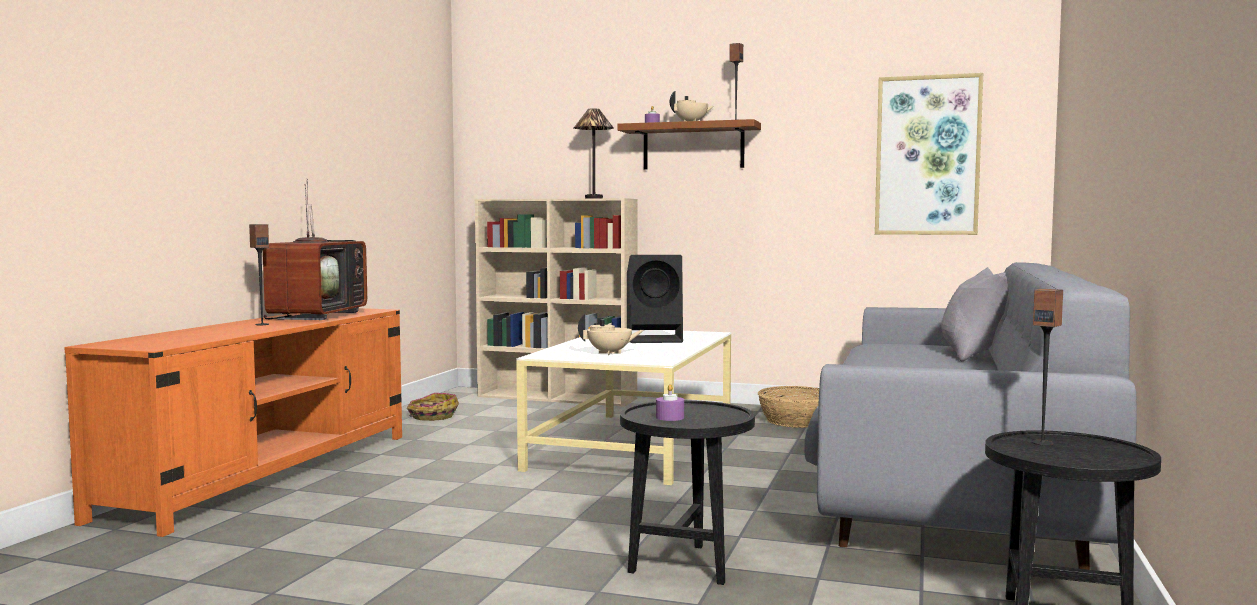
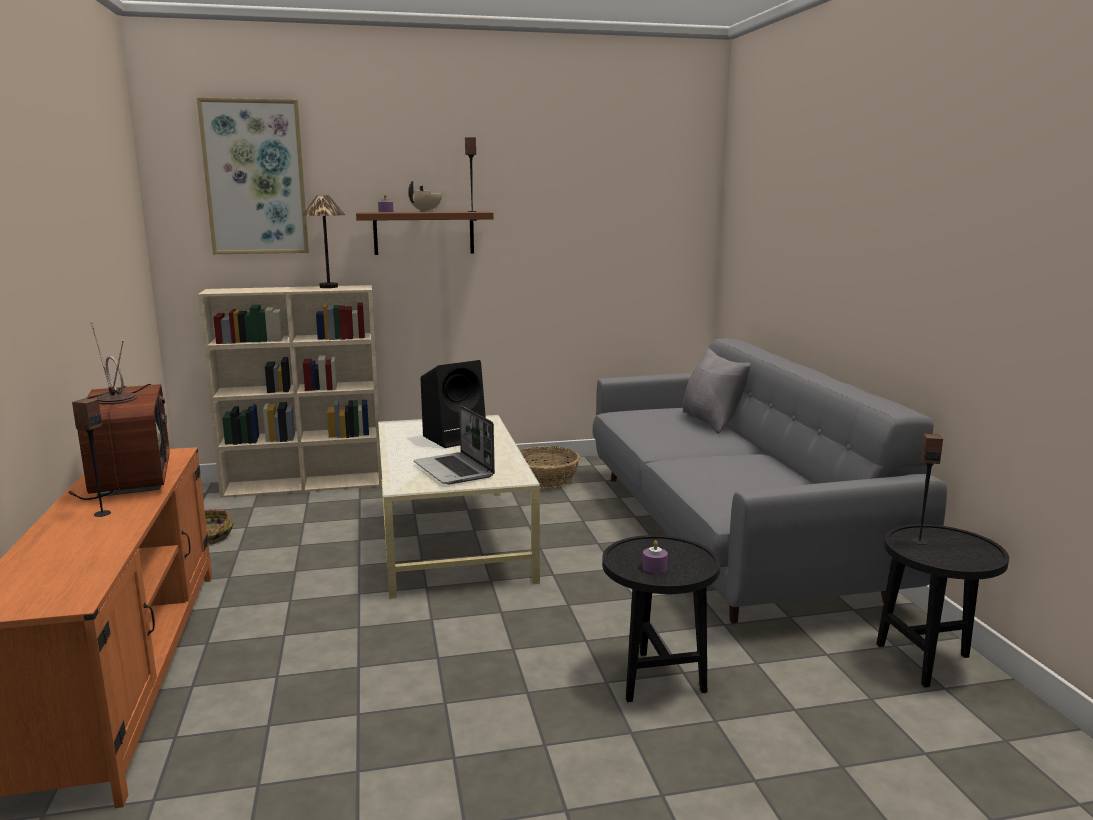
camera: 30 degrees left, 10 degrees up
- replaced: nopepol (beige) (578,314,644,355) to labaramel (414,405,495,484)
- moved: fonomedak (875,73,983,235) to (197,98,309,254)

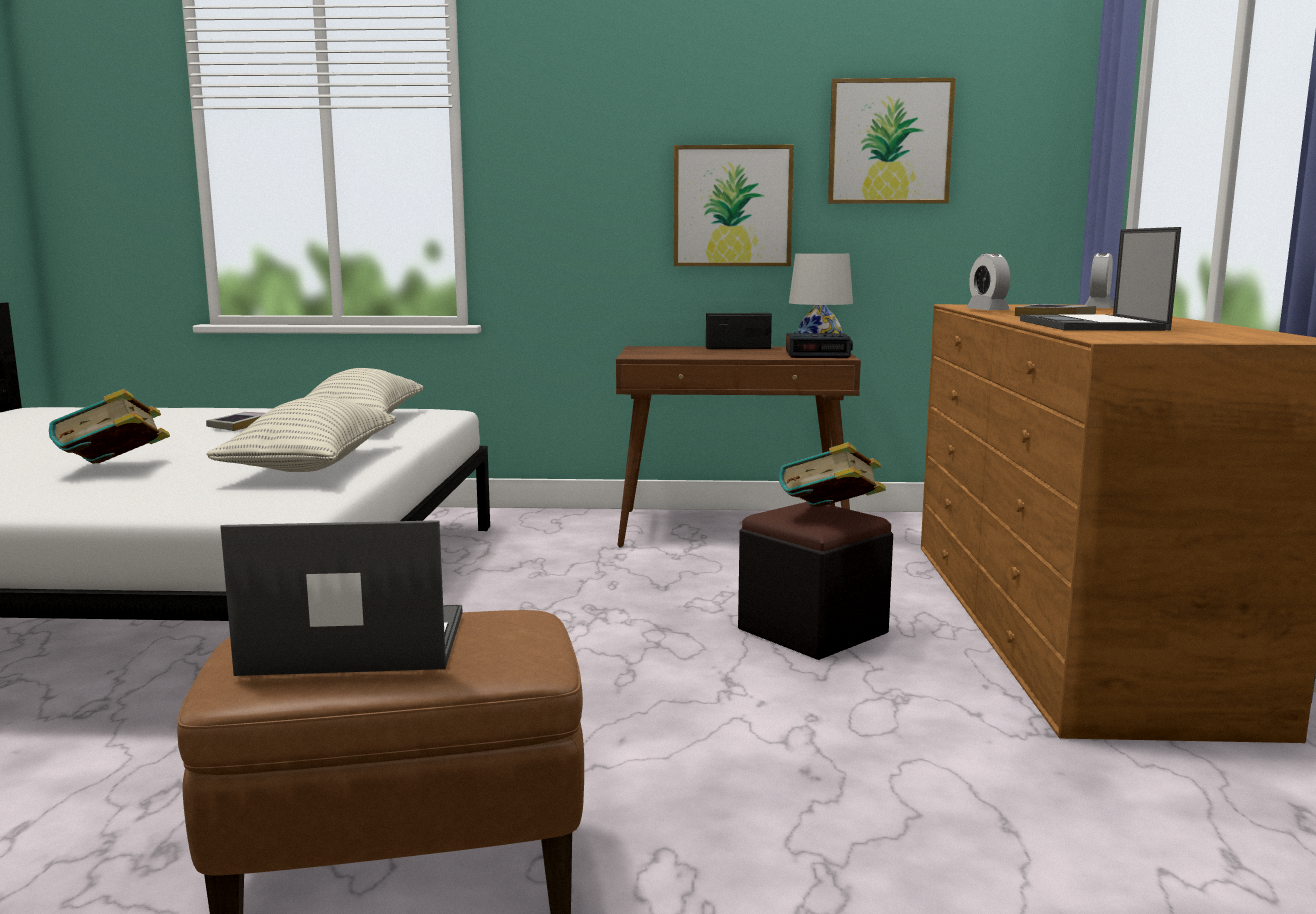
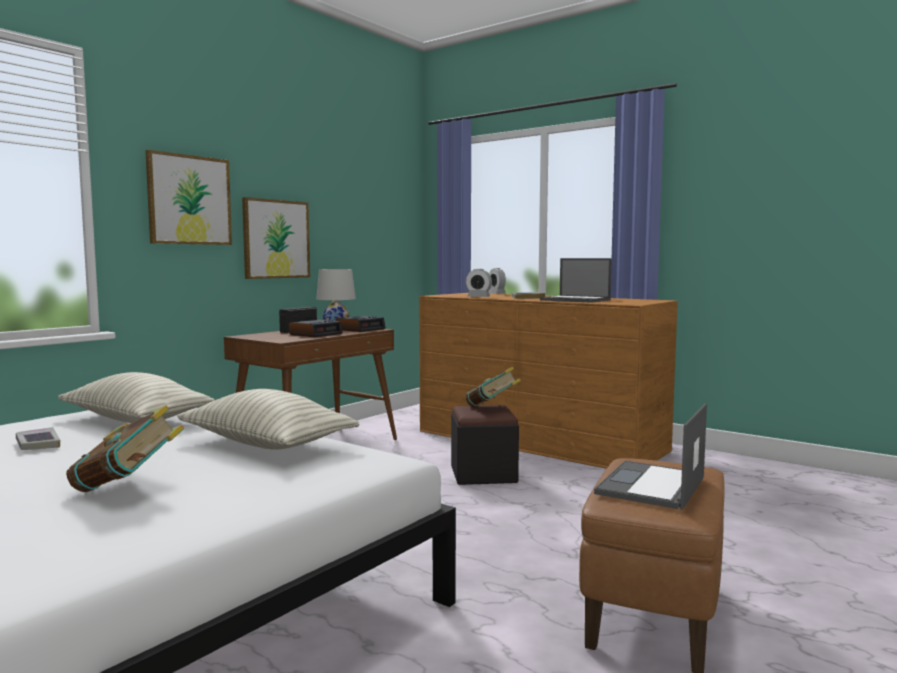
camera: 55 degrees left, 5 degrees down
- moved: fonomedak (828,78,956,204) to (145,150,232,245)
- added: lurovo (289,320,343,337)

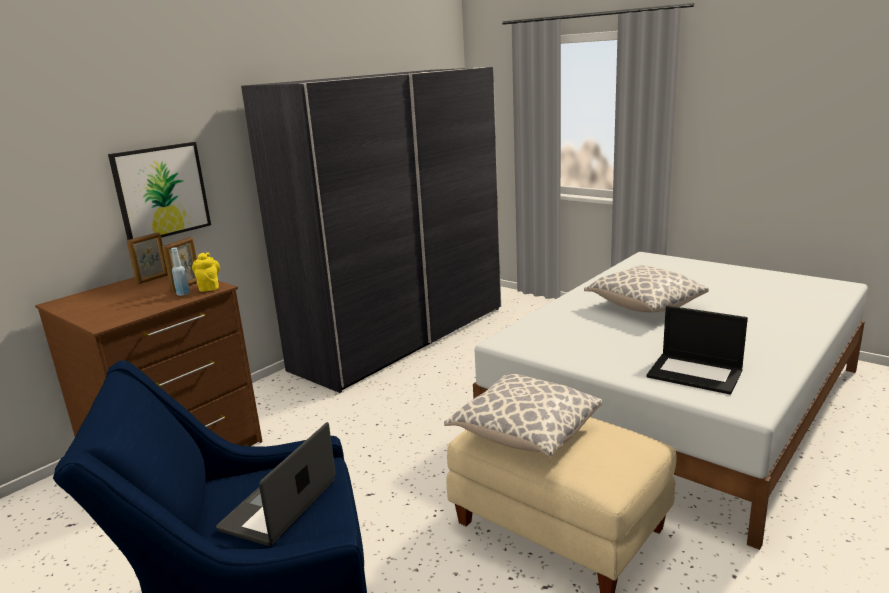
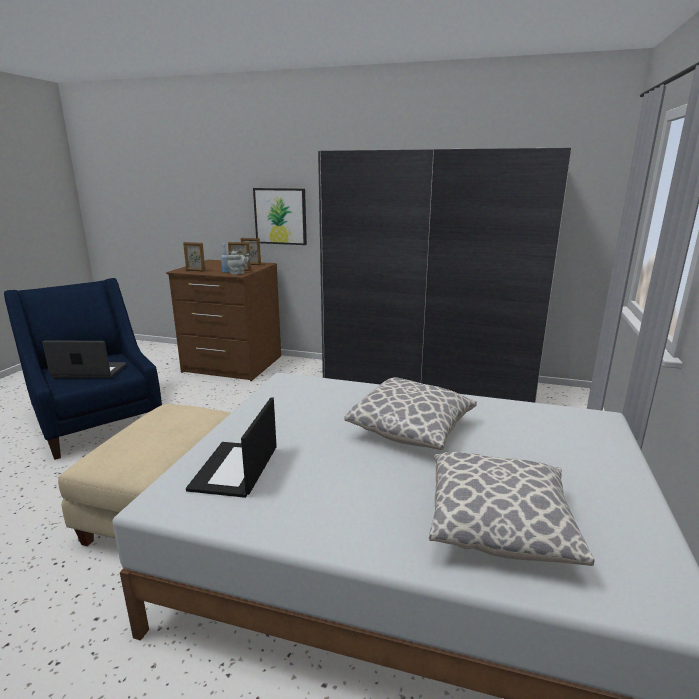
camera: 65 degrees right, 0 degrees up
- recoloured: nopepol (yellow) (192,252,220,292) to nopepol (grey) (227,251,250,275)
- moved: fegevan (444,374,602,458) to (429,451,594,566)
- added: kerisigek (183,242,205,272)

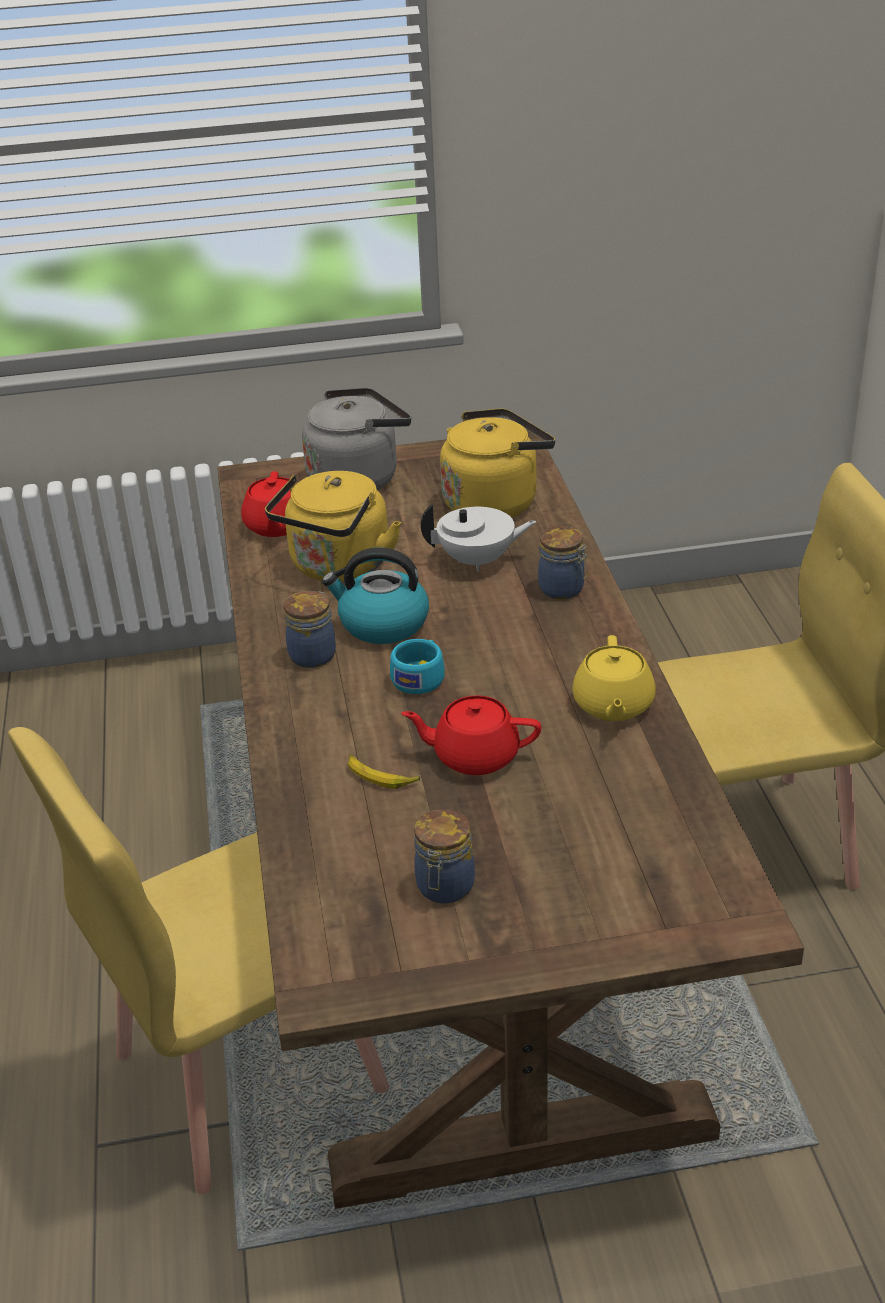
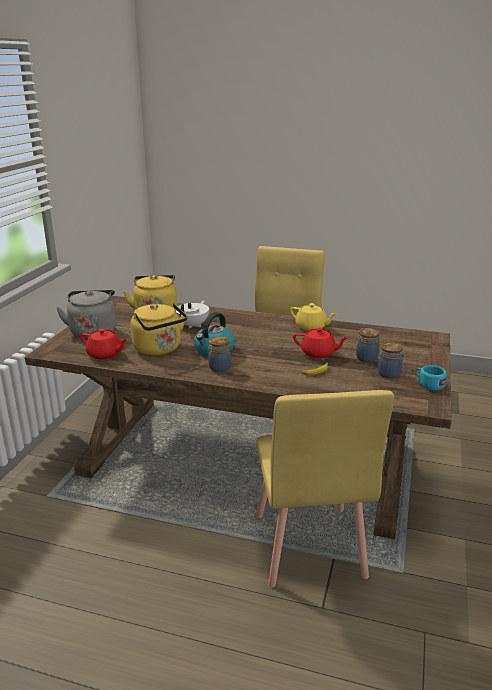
camera: 65 degrees left, 10 degrees down
- moved: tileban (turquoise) (390,639,445,694) to (416,365,447,390)
- turned: nopepol (red) (401,695,542,775) = (293,328,349,358) 105 degrees counterclockwise
- moved: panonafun (538,526,588,599) to (356,328,380,362)

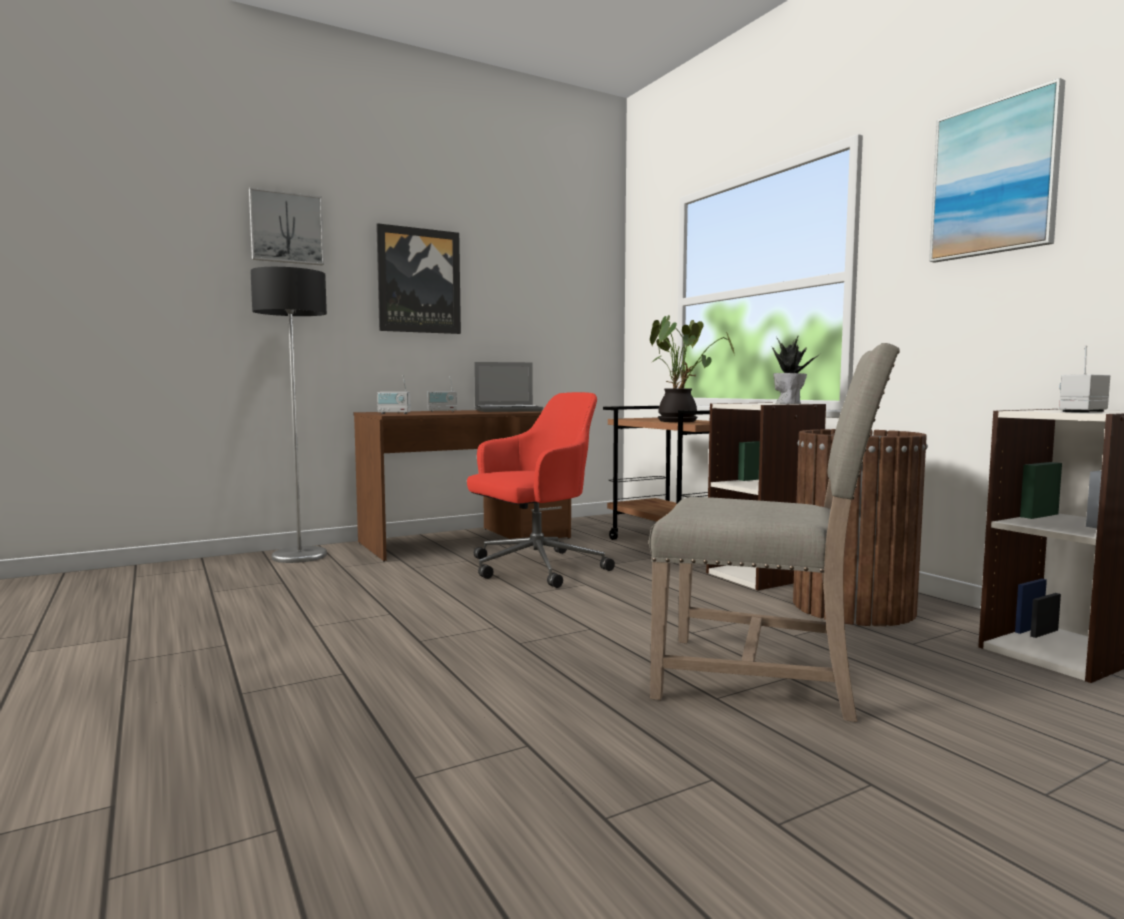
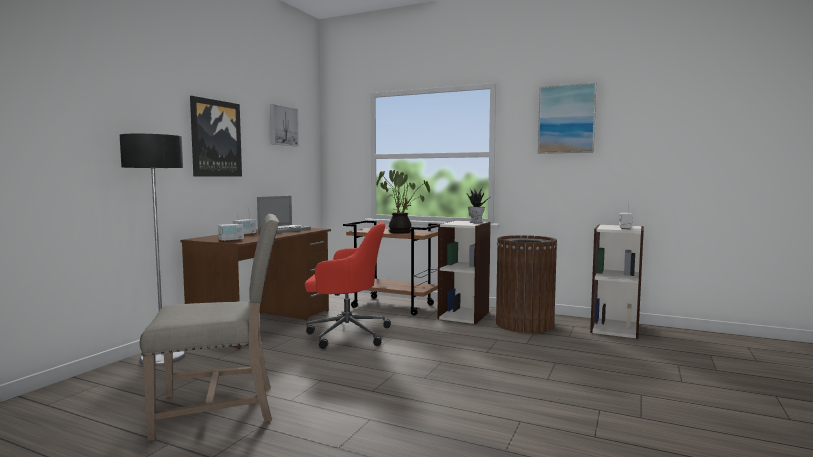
camera: 35 degrees left, 0 degrees up
- moved: fonomedak (249,187,324,265) to (270,104,299,146)
- turned: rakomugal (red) (467,392,615,588) = (305,222,391,349) 75 degrees clockwise
- moved: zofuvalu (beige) (649,343,900,722) to (140,214,280,441)

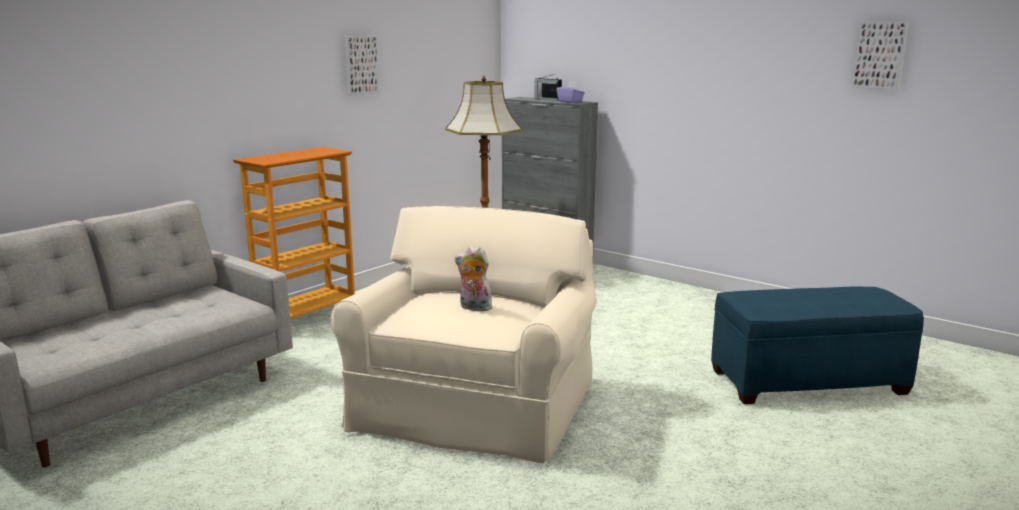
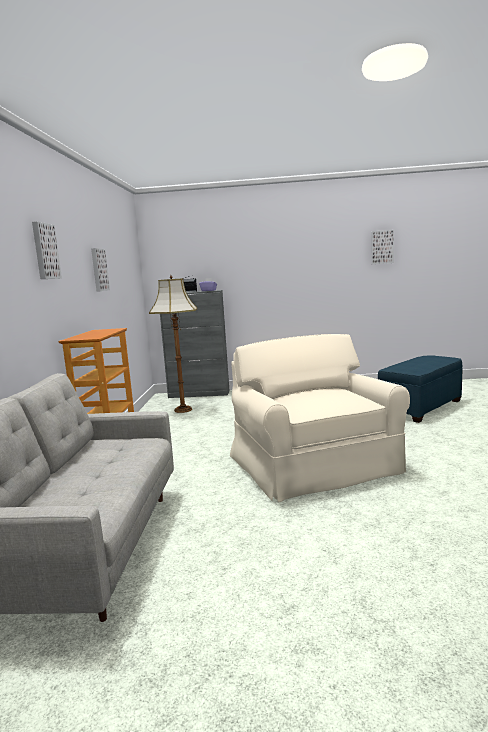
camera: 35 degrees left, 5 degrees down
- removed: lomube (455,246,495,311)
- added: fonomedak (32,221,62,279)

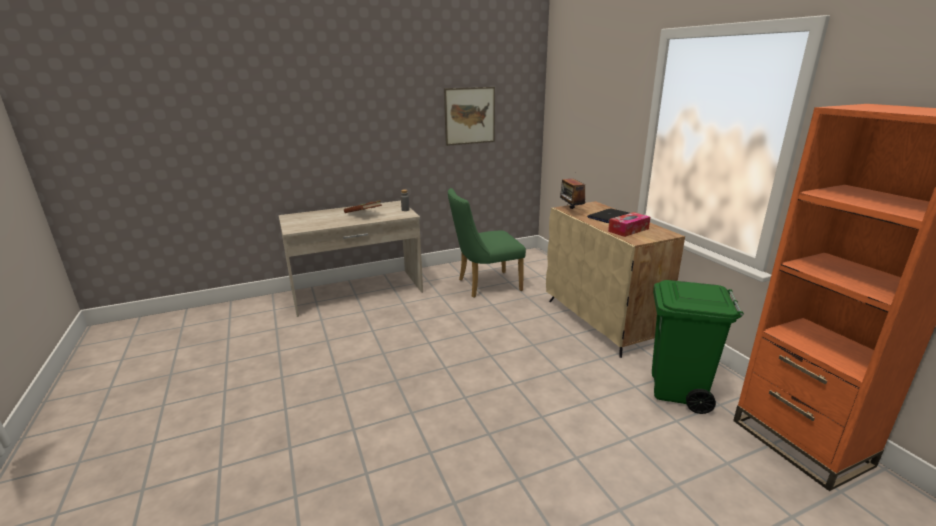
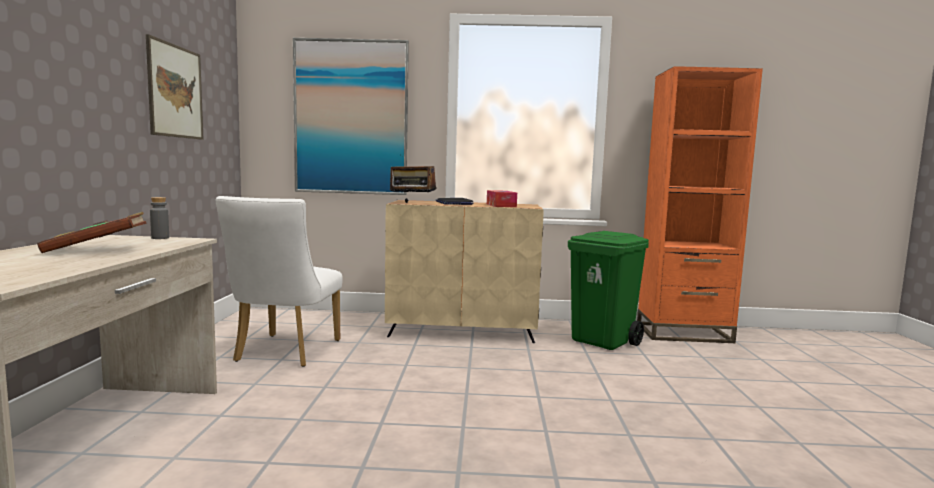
camera: 65 degrees left, 15 degrees down
- recoloured: zofuvalu (green) (448,188,526,298) to zofuvalu (white) (216,196,343,367)
- added: fonomedak (293,38,409,195)

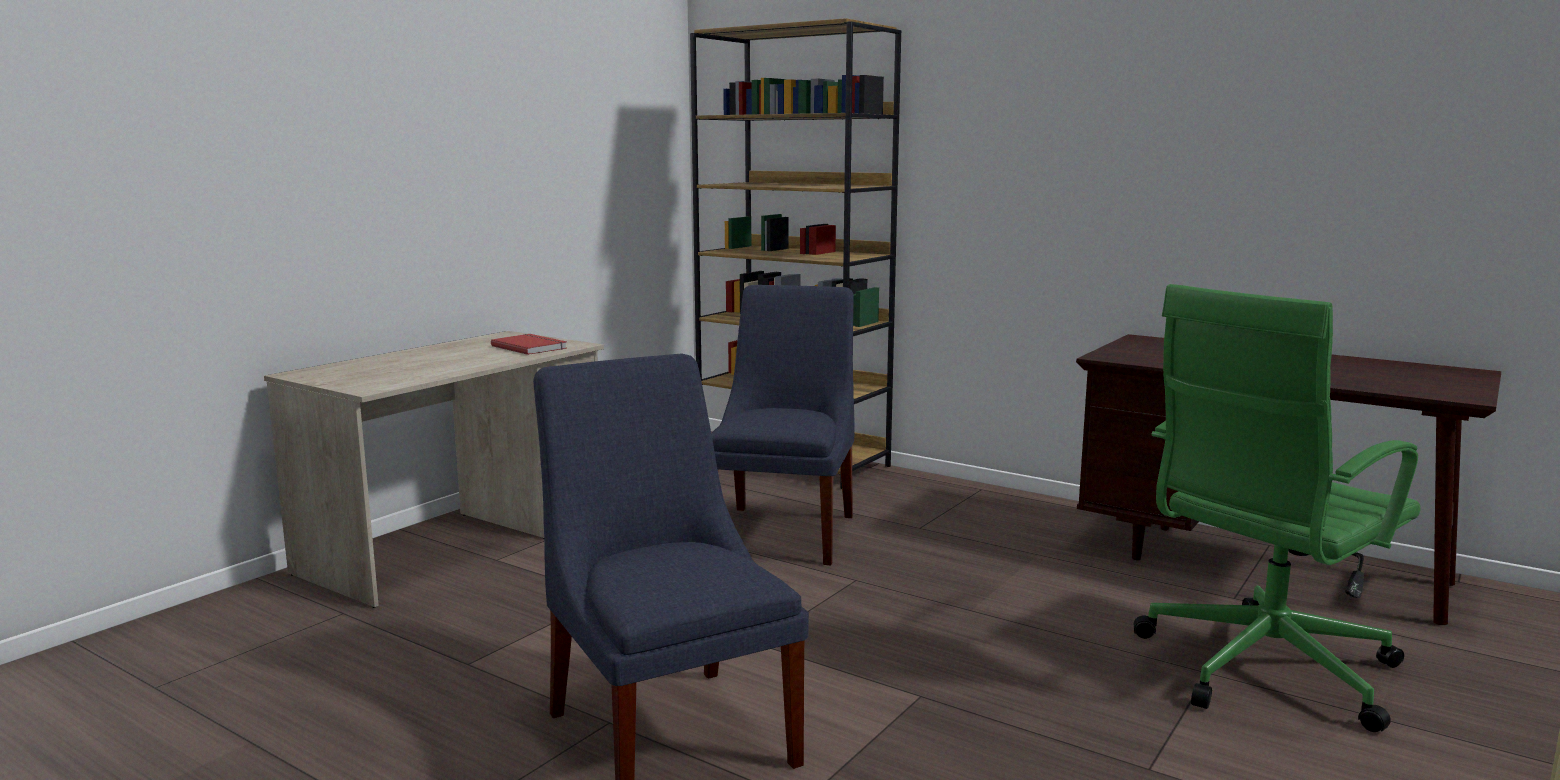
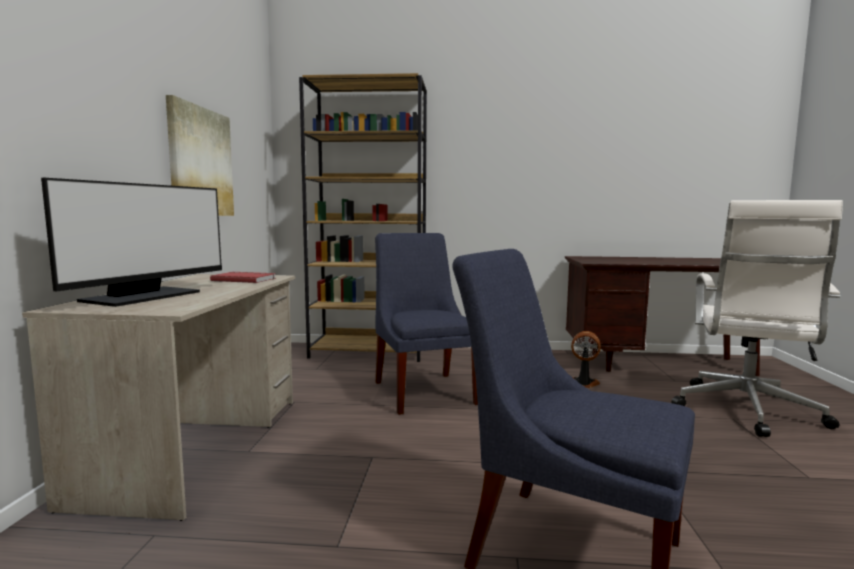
camera: 30 degrees left, 5 degrees down
- recoloured: rakomugal (green) (1134,284,1421,732) to rakomugal (white) (672,200,843,437)
- added: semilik (41,178,222,307)
- added: fonomedak (166,95,234,216)
- added: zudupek (571,331,601,388)

